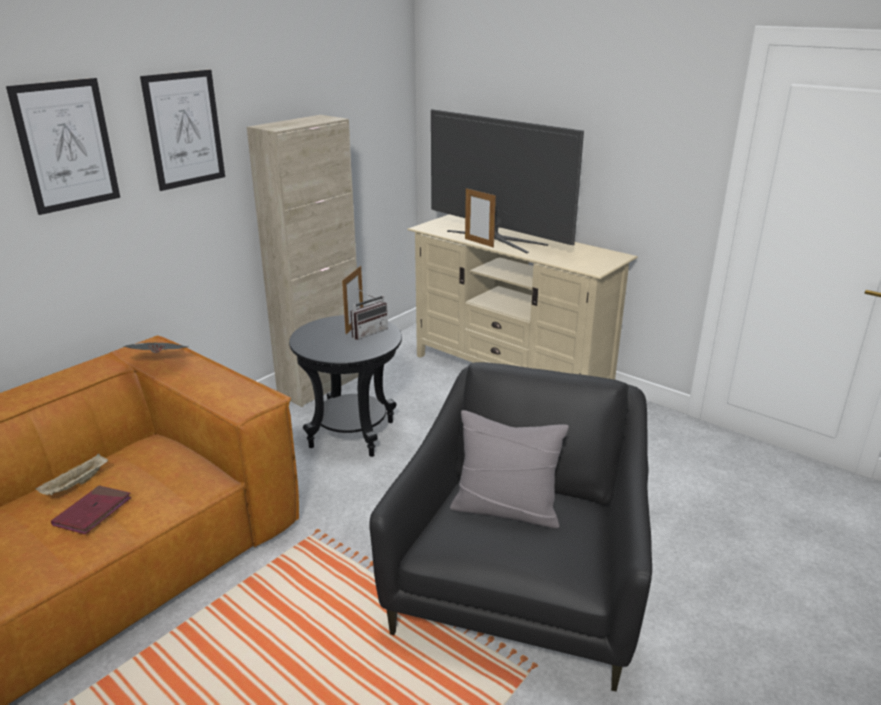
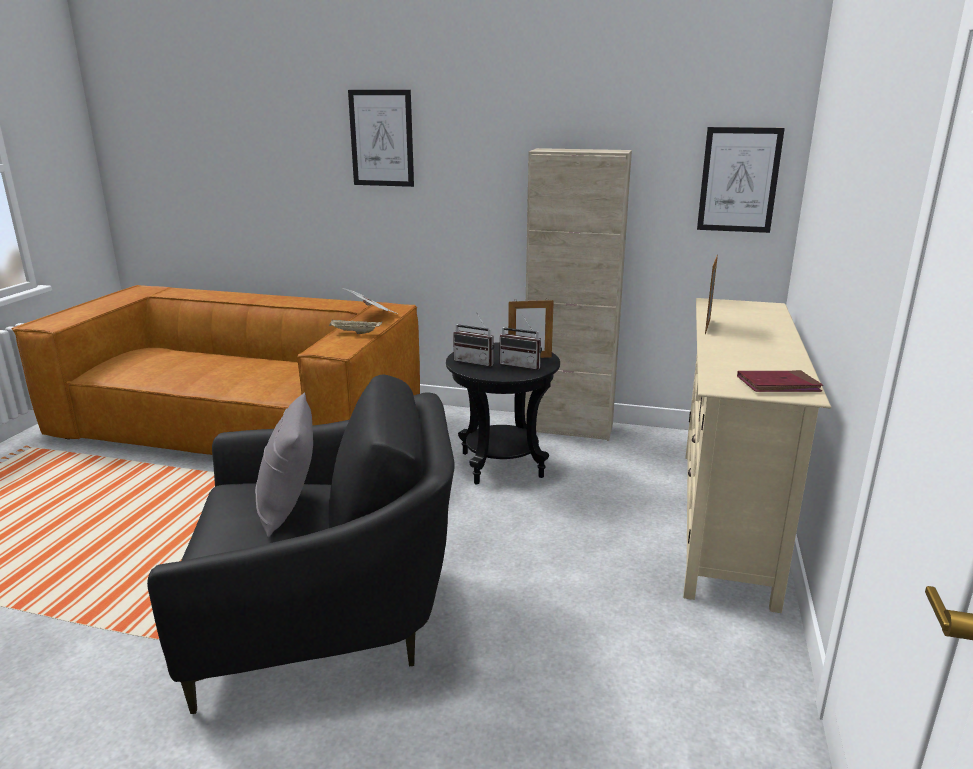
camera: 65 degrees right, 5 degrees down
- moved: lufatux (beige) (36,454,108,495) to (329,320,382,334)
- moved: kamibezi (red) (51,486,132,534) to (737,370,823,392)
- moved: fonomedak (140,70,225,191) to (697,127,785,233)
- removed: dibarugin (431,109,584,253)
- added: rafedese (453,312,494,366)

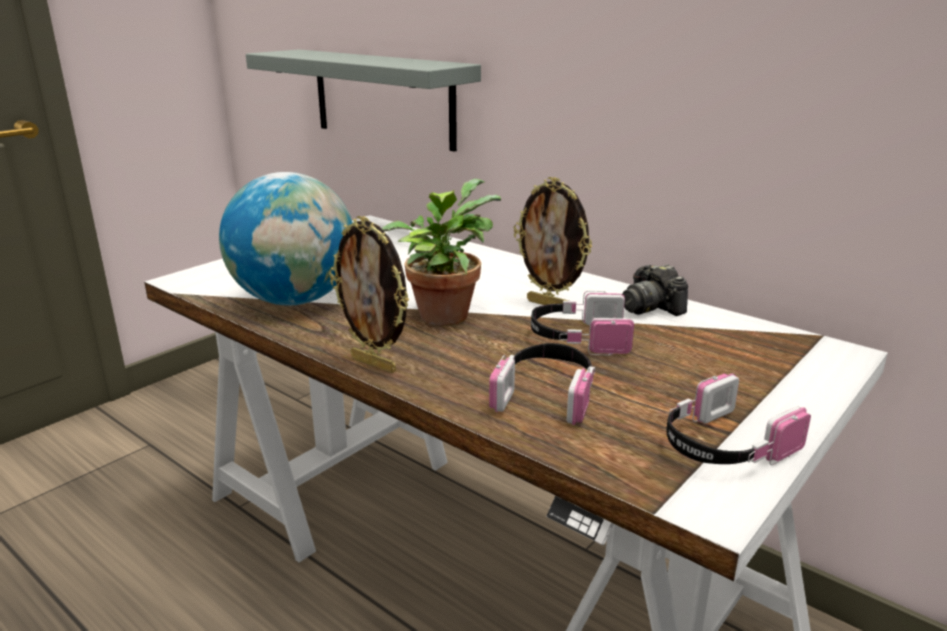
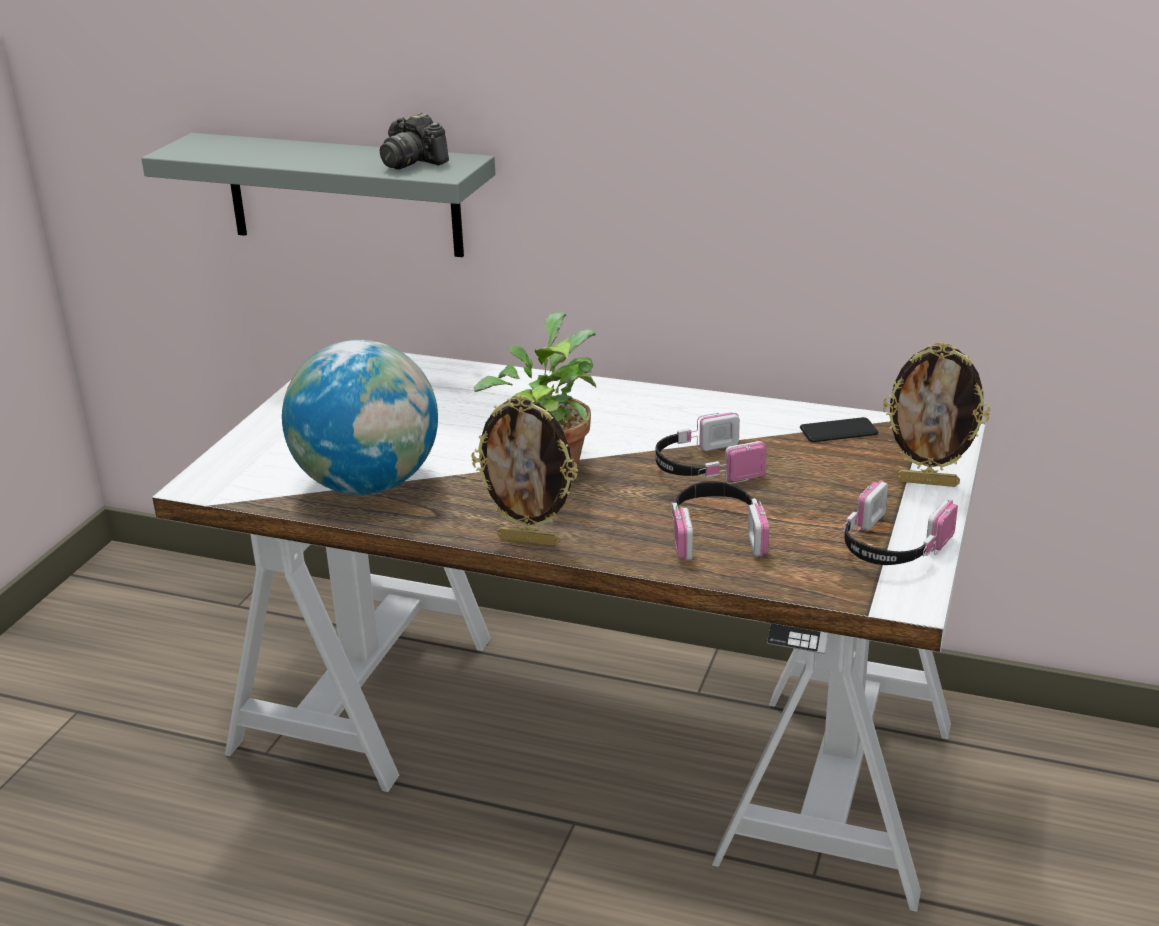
camera: 20 degrees left, 5 degrees up
- moved: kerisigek (514,177,592,305) to (883,342,990,487)
- moved: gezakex (622,264,688,316) to (380,113,449,170)
- added: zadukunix (800,417,878,442)

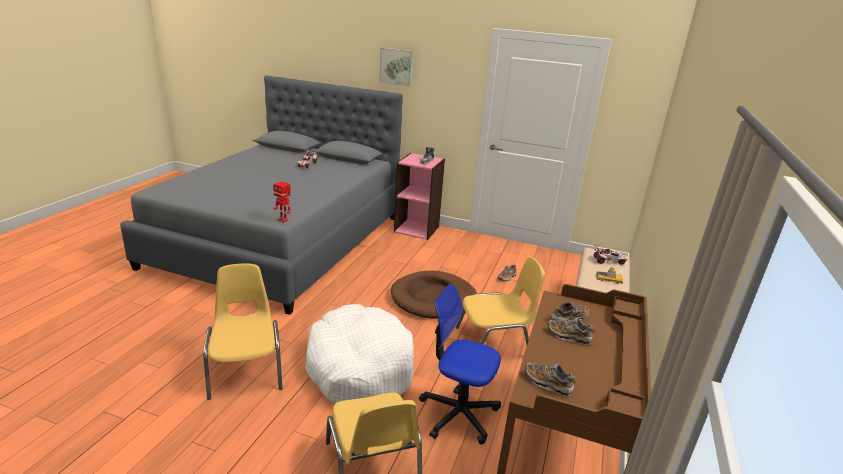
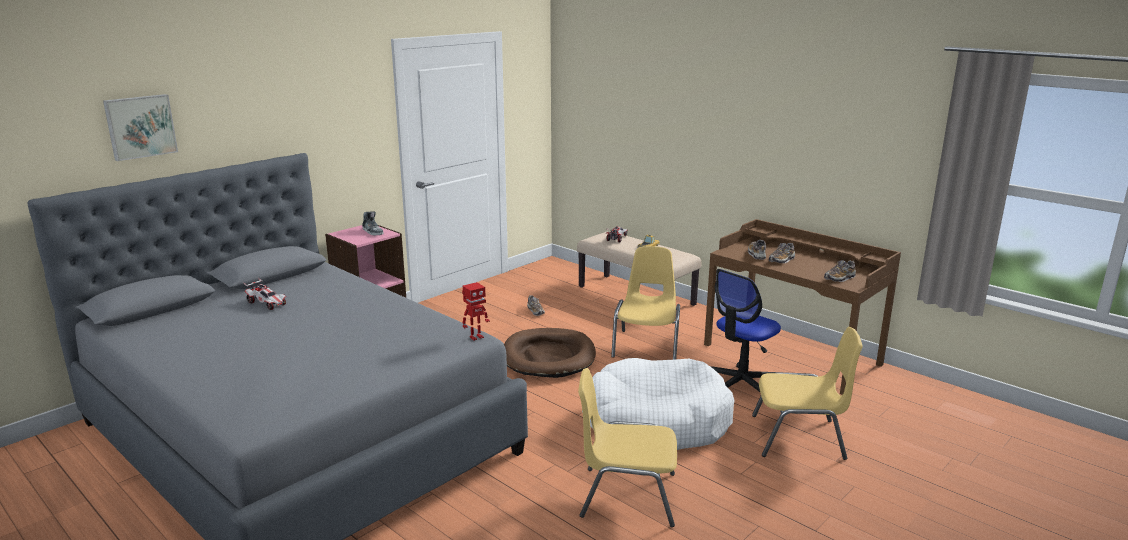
camera: 65 degrees left, 5 degrees down
- moved: fonomedak (379,48,414,87) to (103,94,178,161)

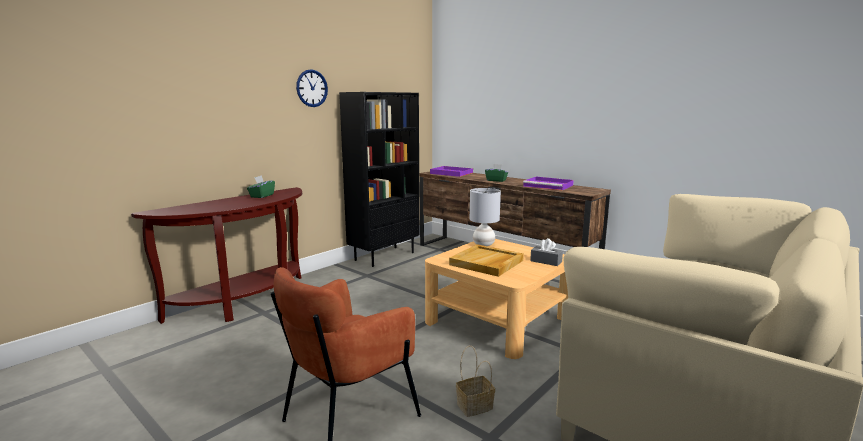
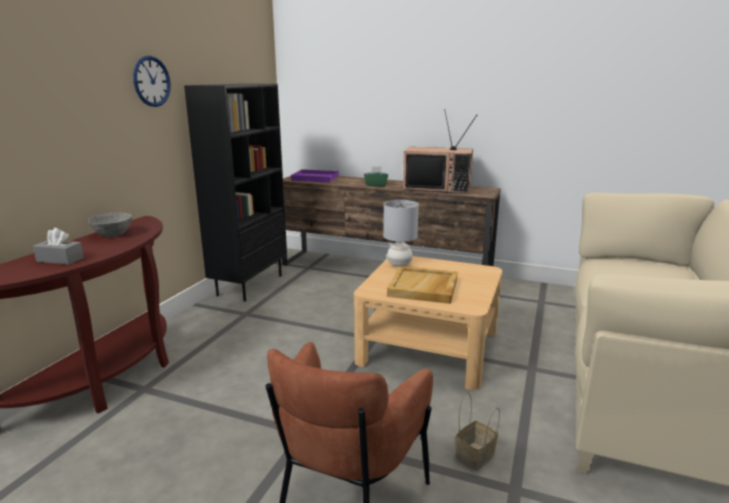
camera: 20 degrees left, 5 degrees up
- replaced: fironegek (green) (247,175,275,198) to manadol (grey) (88,212,132,237)
- replaced: lufatux (purple) (523,177,574,190) to dibarugin (403,109,477,194)
- moved: fironegek (grey) (530,238,563,266) to (33,228,84,265)

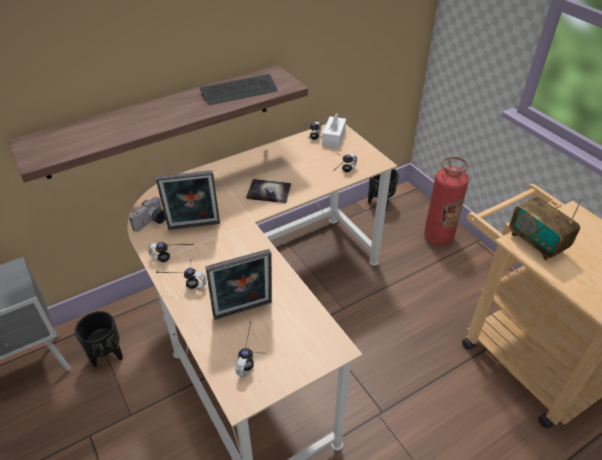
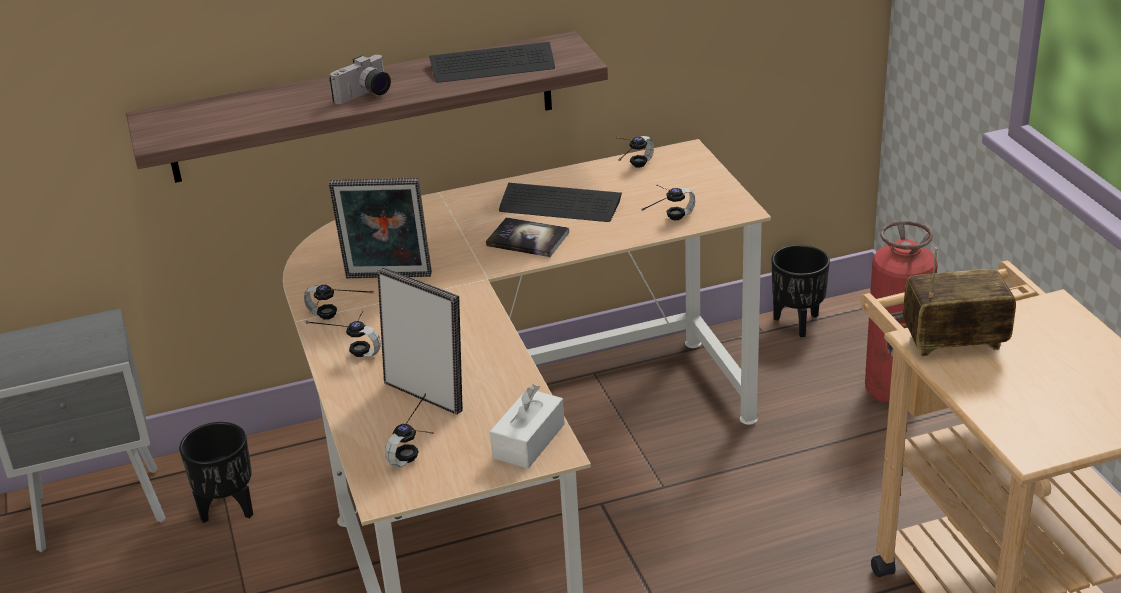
camera: 15 degrees right, 10 degrees down
- moved: gezakex (129,197,166,232) to (329,55,391,104)
- turned: kerisigek (205,249,272,320) = (377,267,463,415) 135 degrees counterclockwise
- moved: fironegek (white) (322,113,346,148) to (490,384,565,469)
- turned: rafedese (509,197,583,261) = (903,247,1016,356) 105 degrees clockwise
- added: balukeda (499,183,622,222)

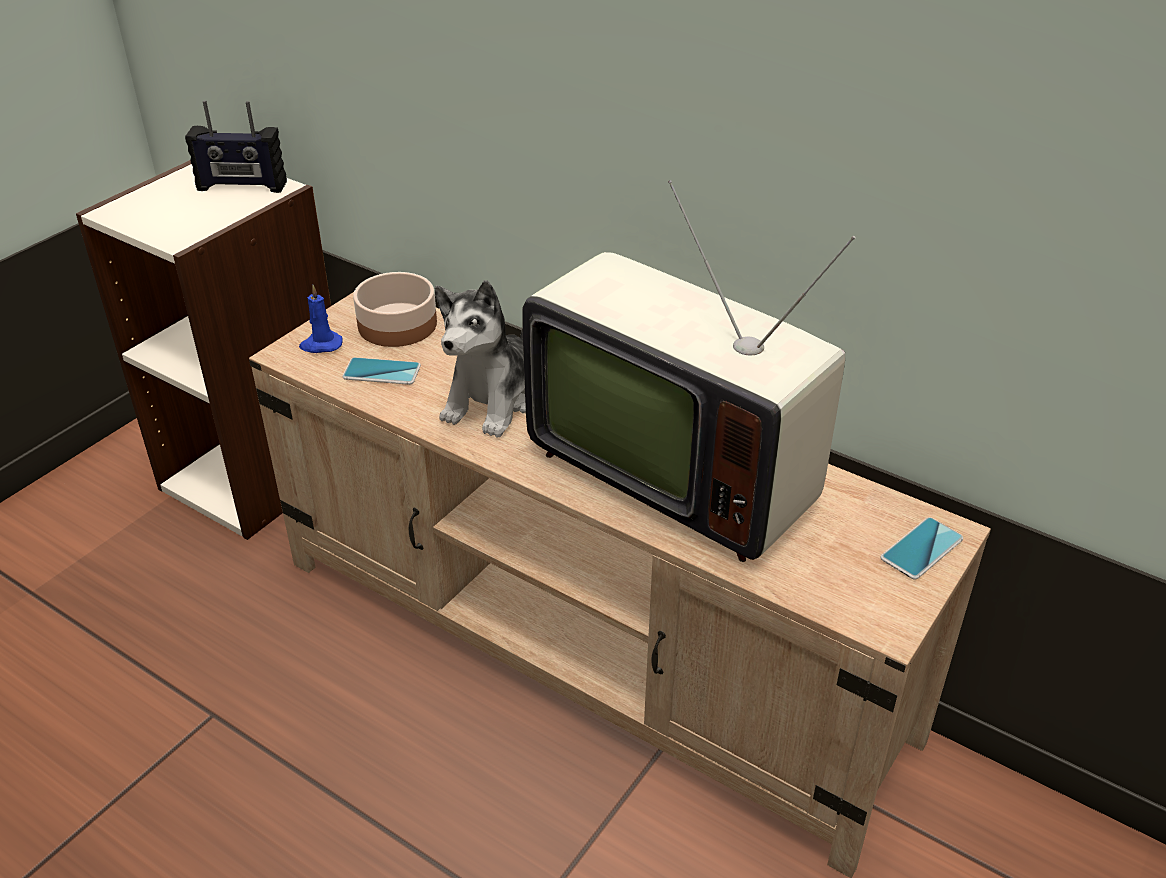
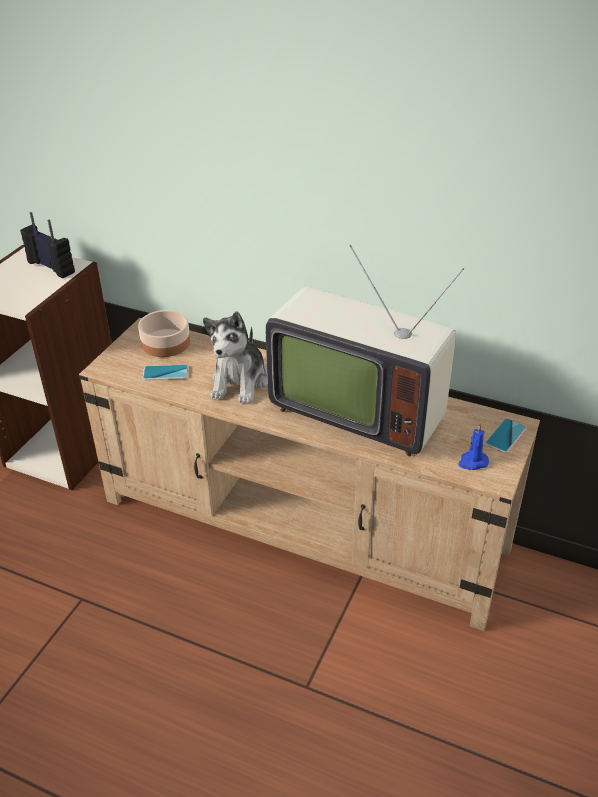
camera: 10 degrees left, 0 degrees up
- turned: rafedese (185,100,287,193) = (20,212,75,278) 135 degrees counterclockwise
- moved: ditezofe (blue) (299,285,343,353) to (458,423,489,470)

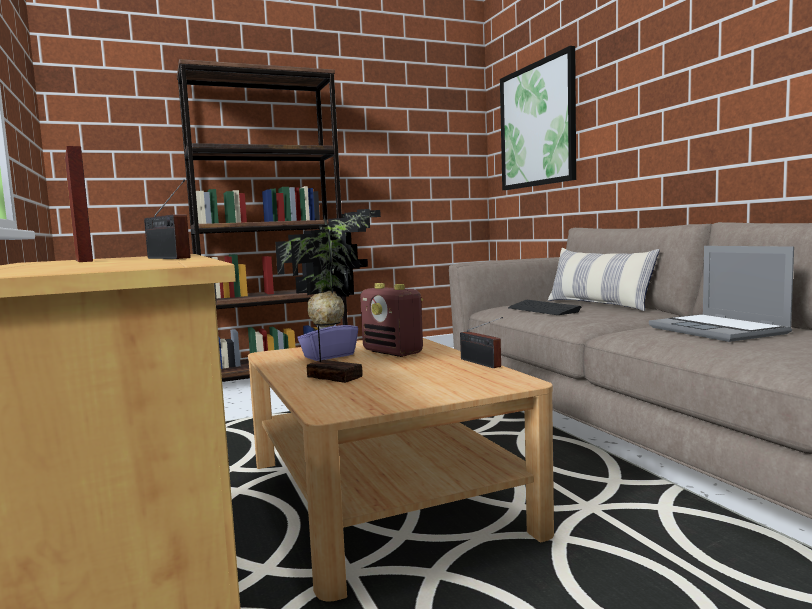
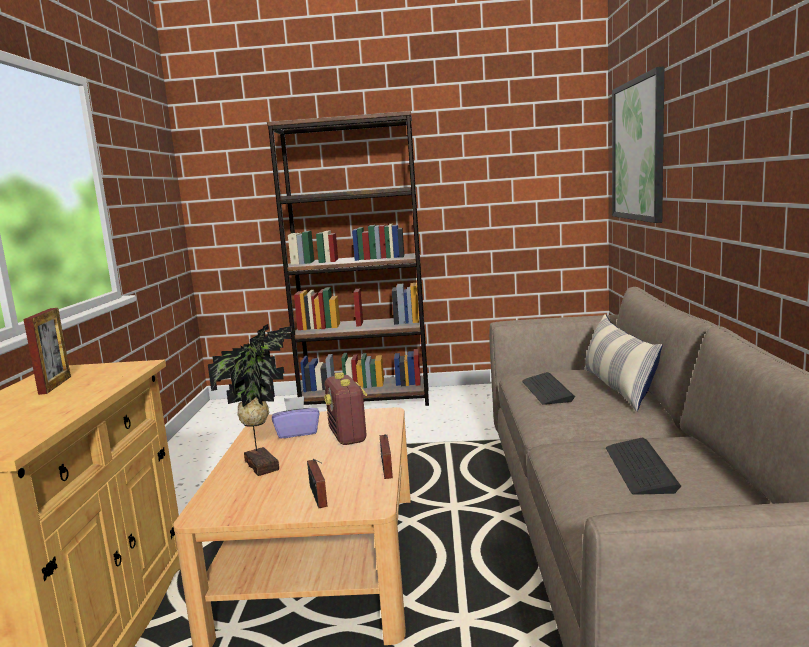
camera: 25 degrees right, 5 degrees up
- moved: rafedese (144,180,190,259) to (307,459,328,508)
- replaced: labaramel (649,246,794,342) to balukeda (606,438,681,495)

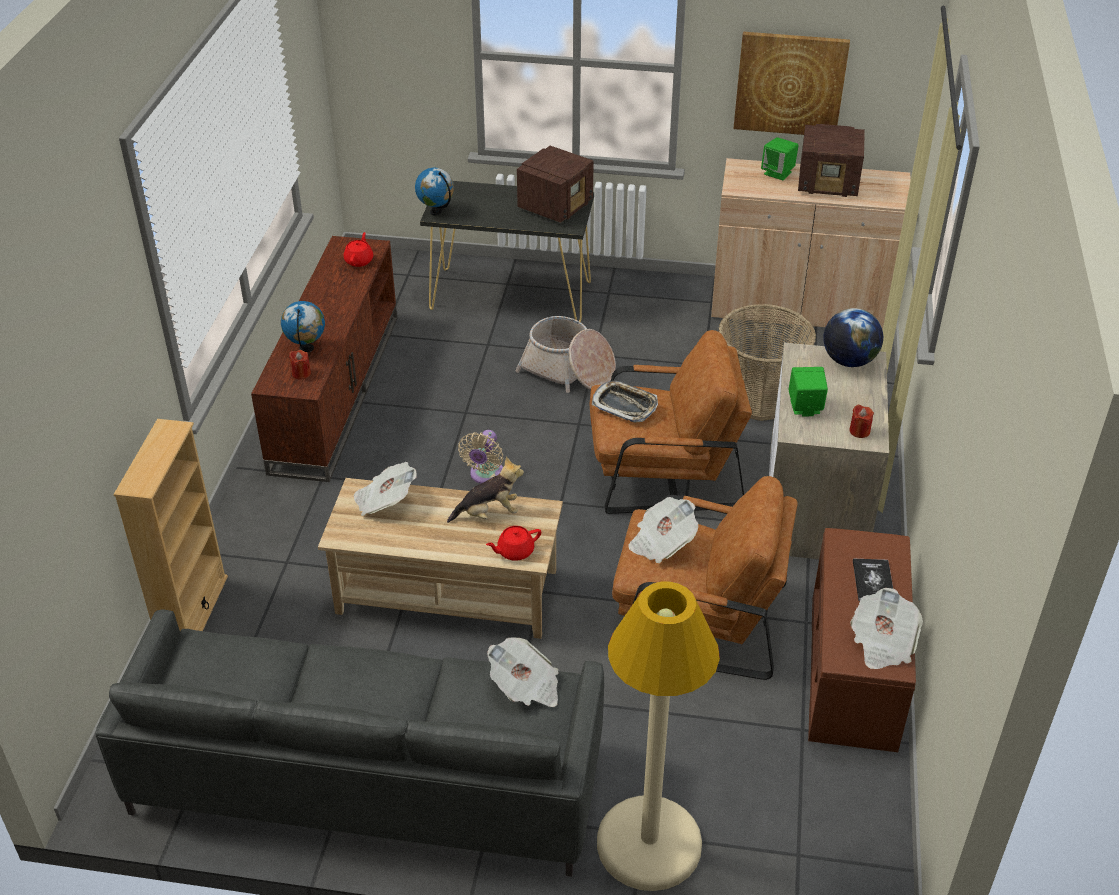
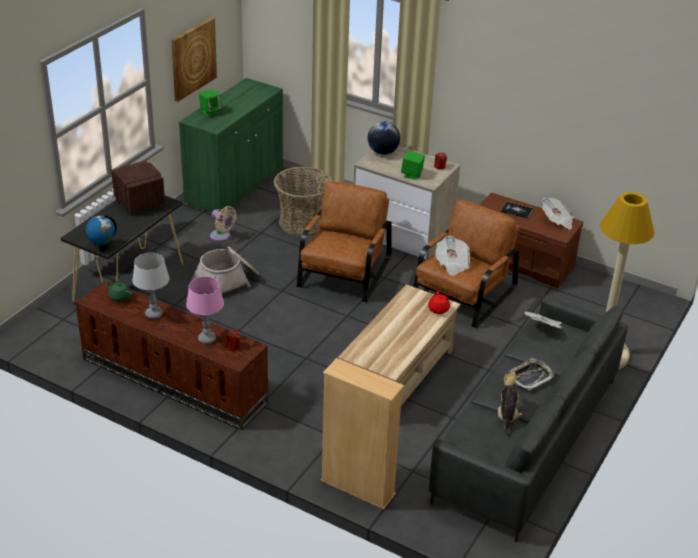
camera: 70 degrees left, 5 degrees down
- replaced: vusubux (281,301,325,352) to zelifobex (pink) (186,276,224,344)
- recoloured: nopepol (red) (344,232,373,267) to nopepol (green) (104,280,133,302)
- removed: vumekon (353,462,417,516)
- moved: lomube (447,456,524,523) to (498,371,522,437)
- moved: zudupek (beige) (458,430,503,484) to (210,206,237,242)
- moved: lufatux (592,381,658,422) to (508,358,555,391)
- recoloured: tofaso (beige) (711,158,911,330) to tofaso (green) (179,78,283,212)
- removed: rafedese (798,124,865,197)
- added: zelifobex (grey) (132,253,170,319)

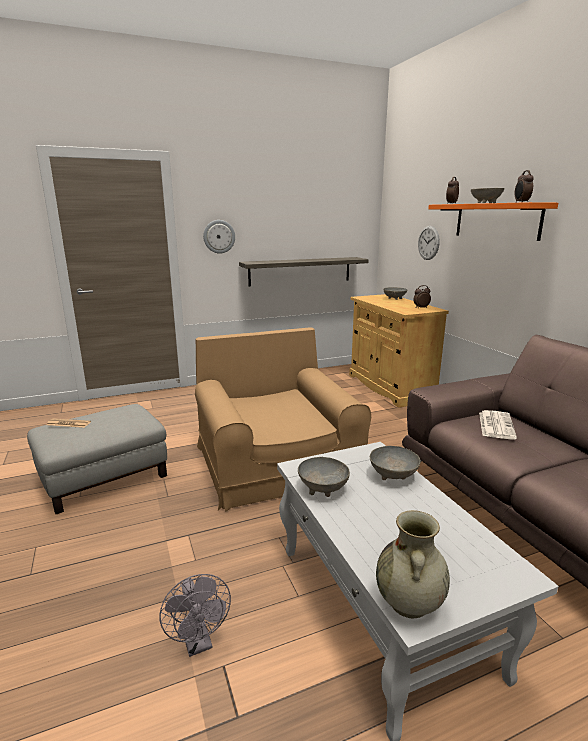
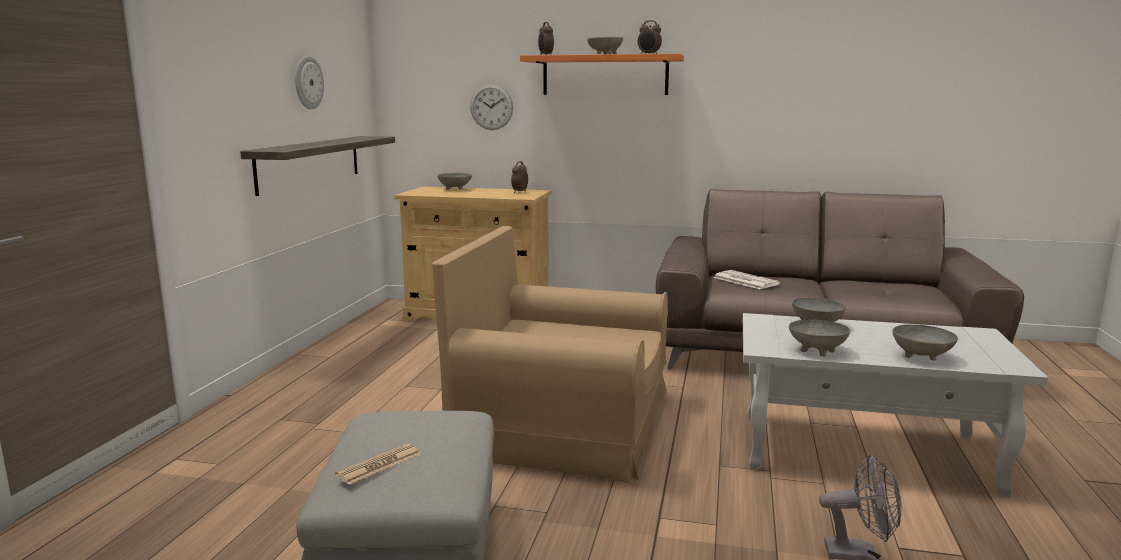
camera: 55 degrees left, 5 degrees down
- moved: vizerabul (203,220,235,254) to (295,56,324,109)
- removed: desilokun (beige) (376,510,450,619)
- added: manadol (grey) (892,325,958,361)

